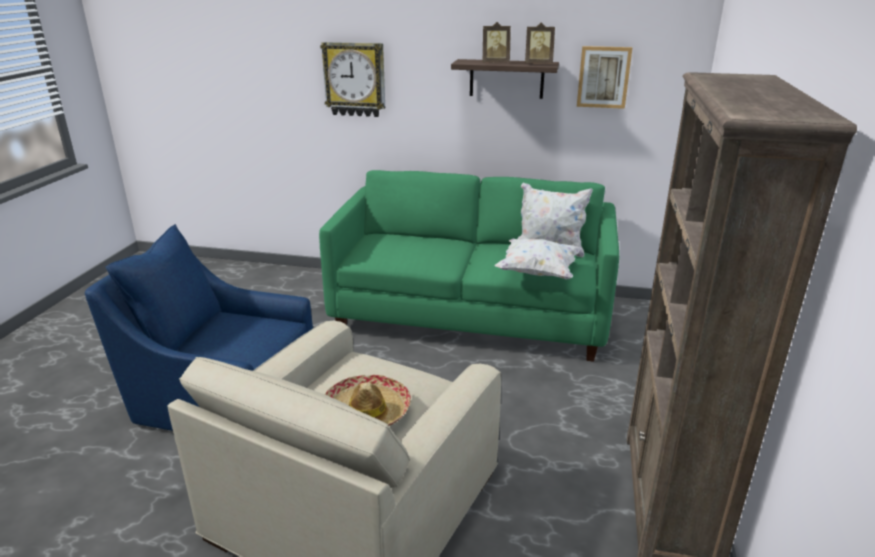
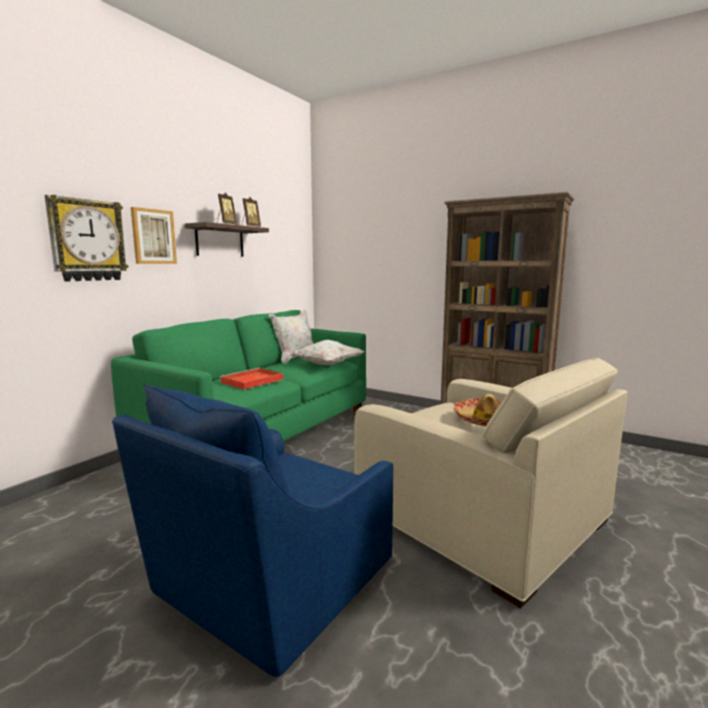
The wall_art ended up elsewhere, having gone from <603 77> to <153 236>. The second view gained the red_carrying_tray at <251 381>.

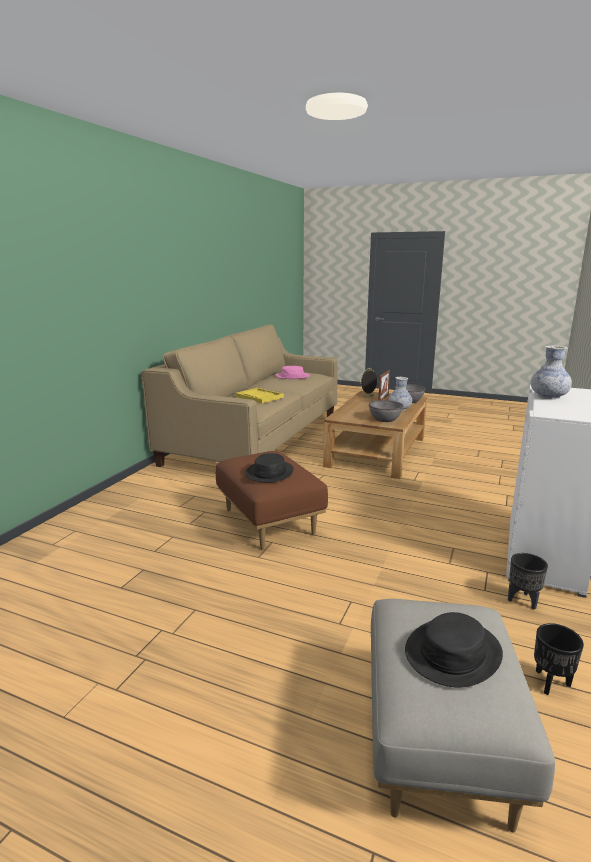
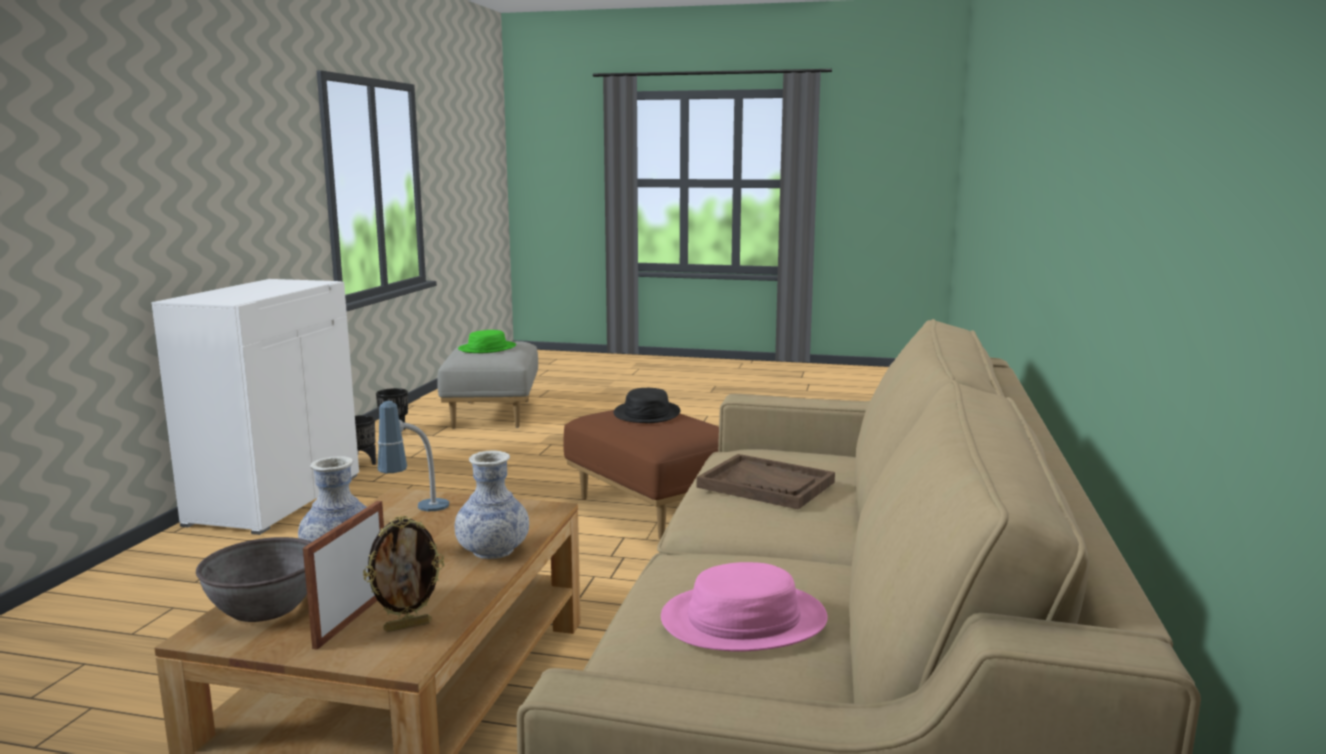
Where the grey_serving_bowl stood at <385 419>, the lamp_for_a_table came to stand at <416 512>. The vase ended up elsewhere, having gone from <548 396> to <493 551>. What was the black-coloured_hat at <452 652> turned into the green_hat at <487 348>. What was the yellow_carrying_tray at <259 397> turned into the brown-coloured_carrying_tray at <766 485>.

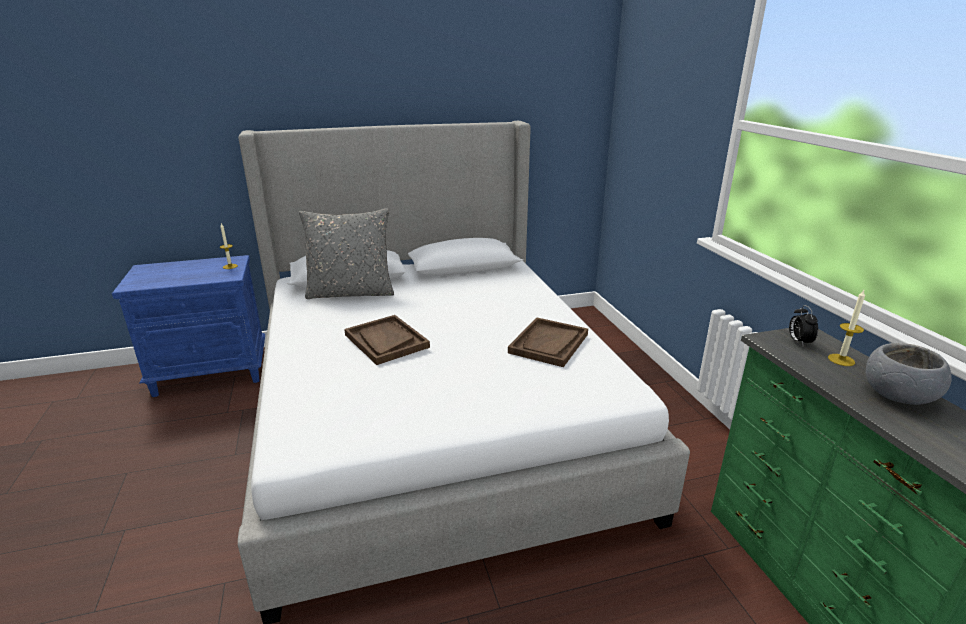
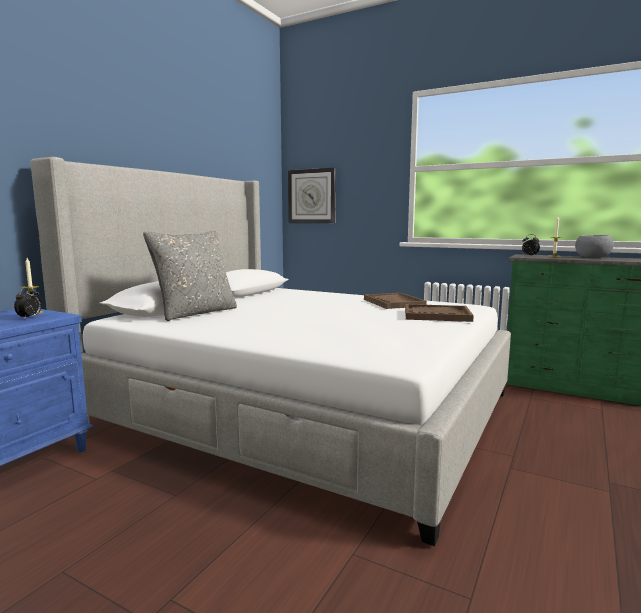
The second view gained the bedside_clock at <30 318>. The second view gained the clock_on_the_wall at <312 196>. The brown-coloured_carrying_tray ended up elsewhere, having gone from <386 341> to <436 315>.

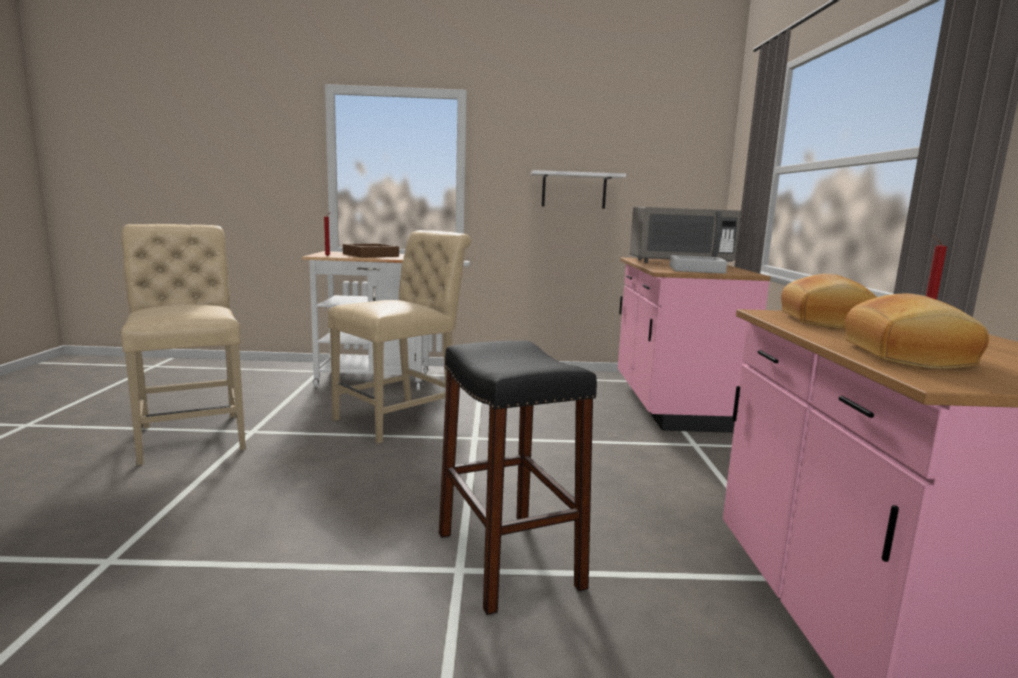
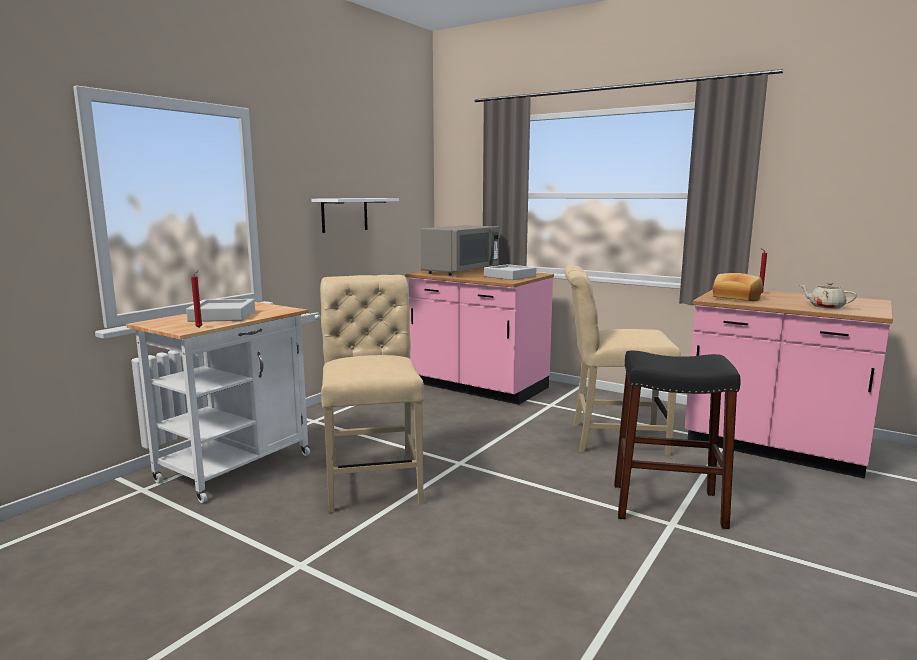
What was the brown-coloured_carrying_tray at <370 255> turned into the grey_carrying_tray at <222 316>. The sand-coloured_chair ended up elsewhere, having gone from <193 434> to <612 438>. Where the bakery_bread stood at <909 356>, the sand-coloured_tea_pot came to stand at <825 307>.

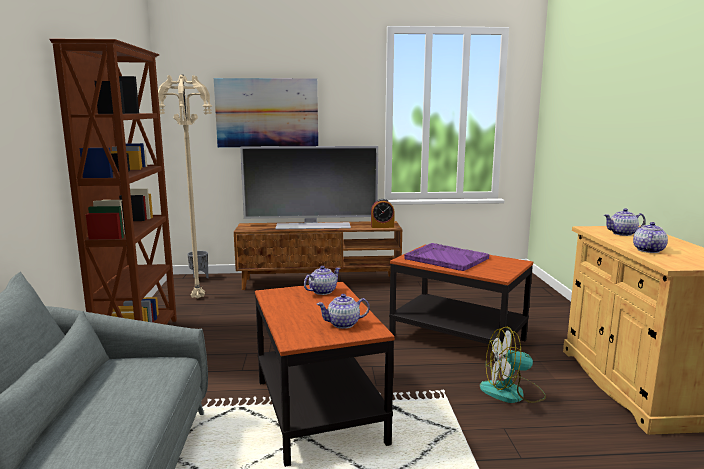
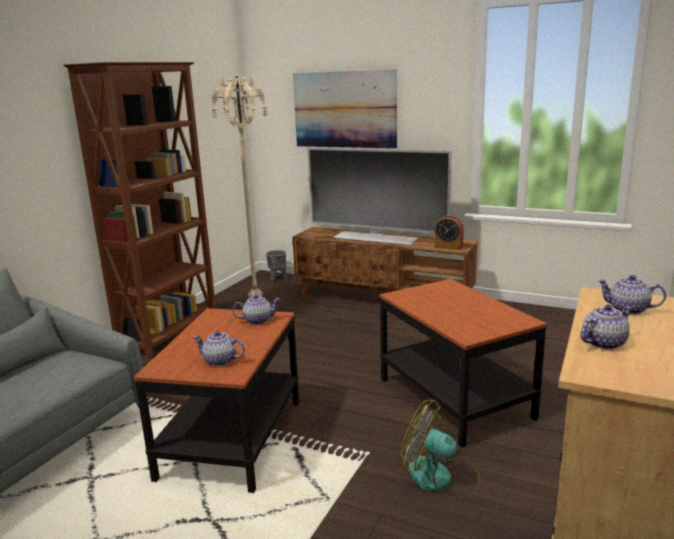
The second view lost the purple_carrying_tray at <445 258>.

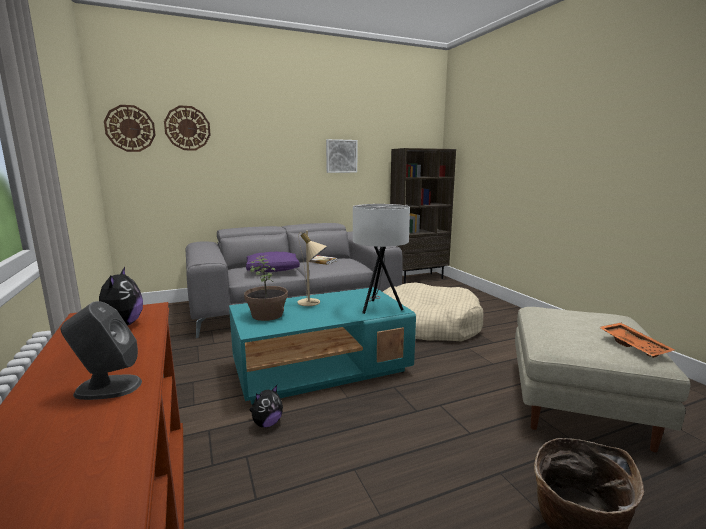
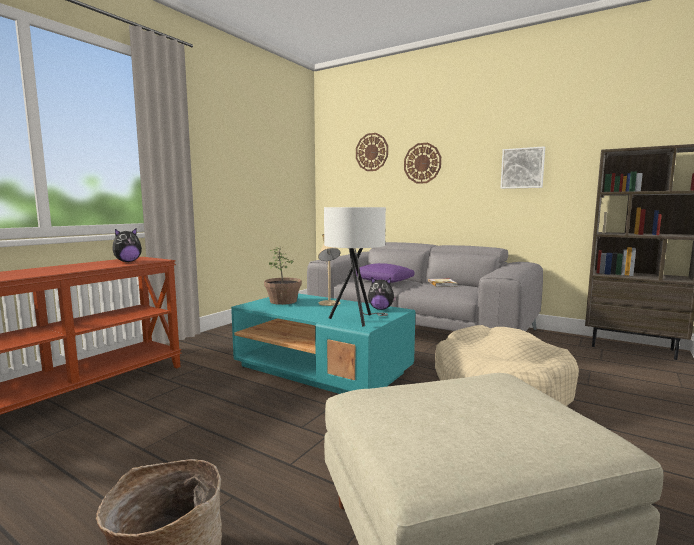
The soft_toy ended up elsewhere, having gone from <267 423> to <381 309>. The clock_on_the_wall ended up elsewhere, having gone from <130 128> to <422 163>. The second view lost the grey_speaker at <107 387>. The second view lost the orangey_carrying_tray at <634 345>.

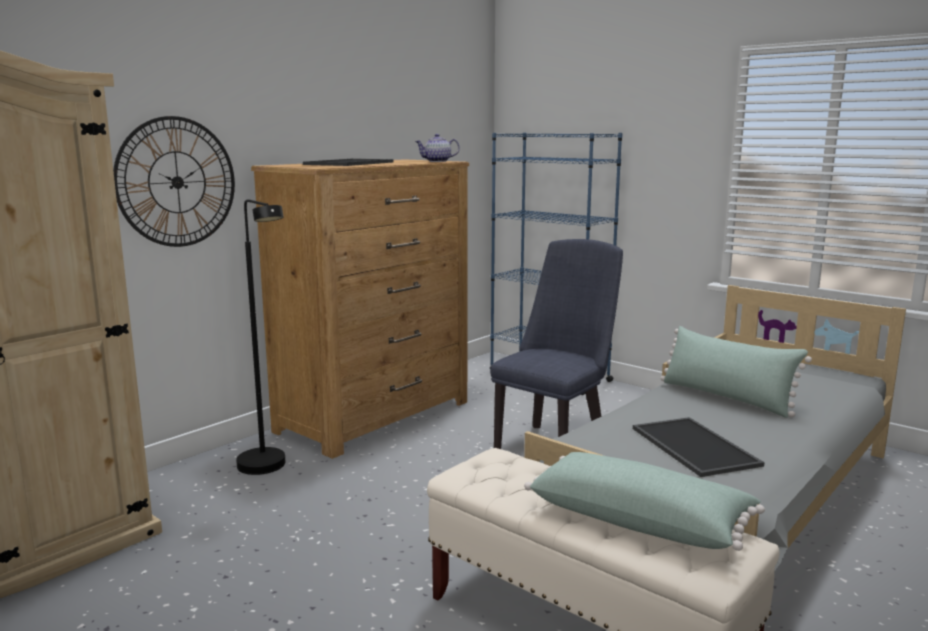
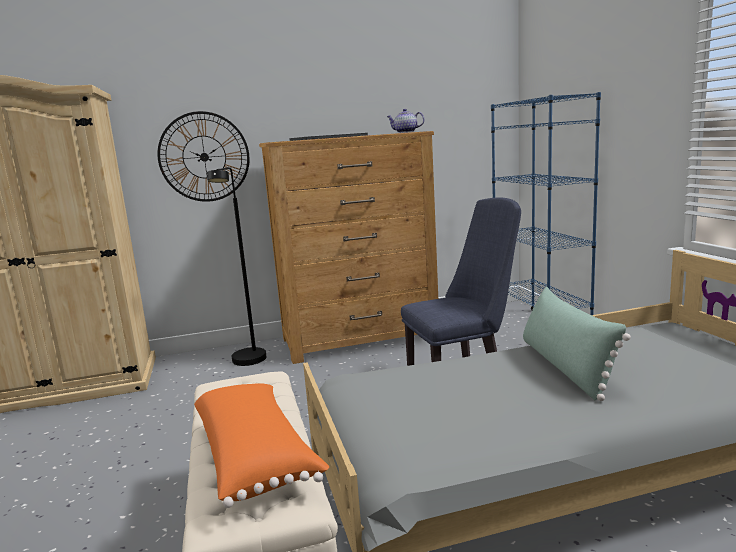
What was the green_cushion at <640 520> turned into the orangey_cushion at <256 457>. The second view lost the carrying_tray at <691 446>.

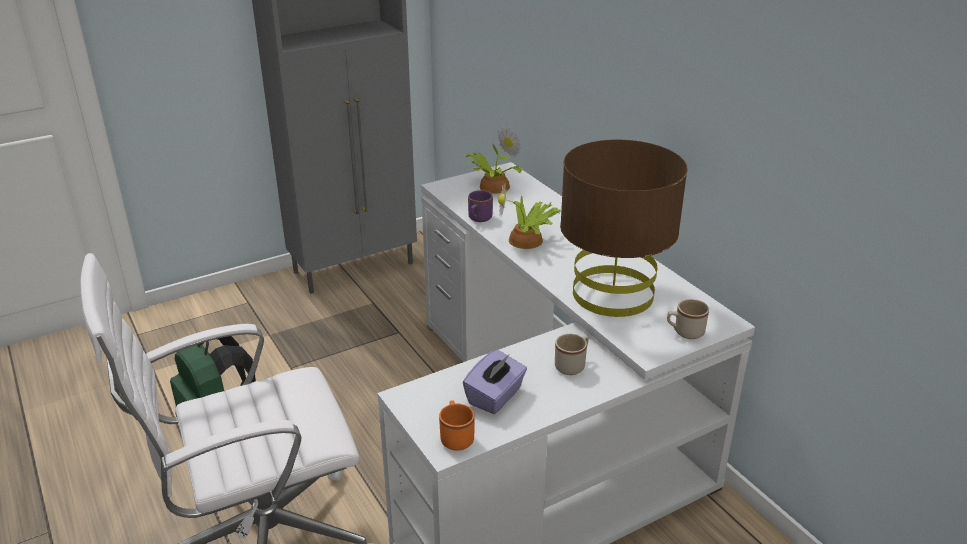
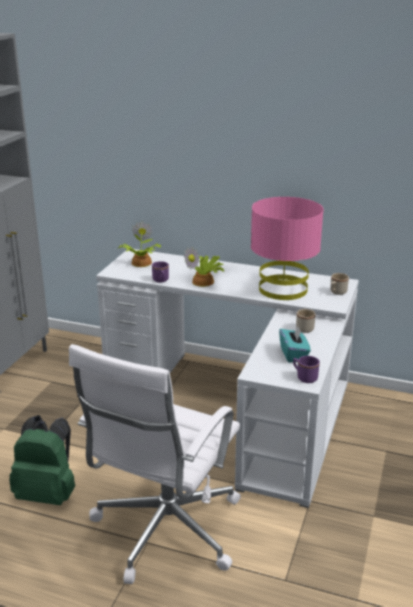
What was the brown-coloured_lamp_for_a_table at <613 294> turned into the pink_lamp_for_a_table at <283 289>. What was the purple_tissue_box at <495 397> turned into the turquoise_tissue_box at <293 354>. What was the orangey_mug at <456 437> turned into the purple_mug at <304 377>.

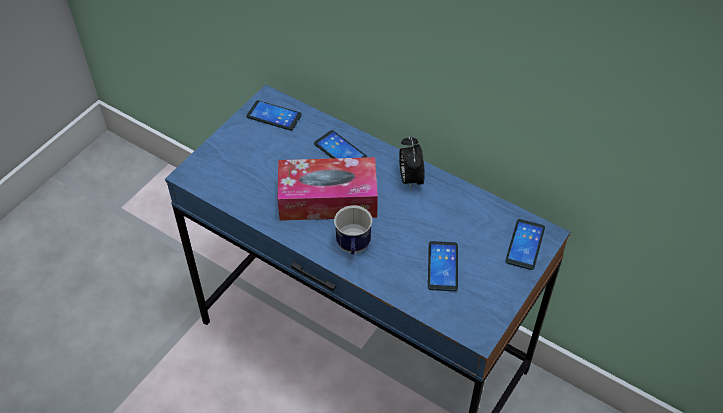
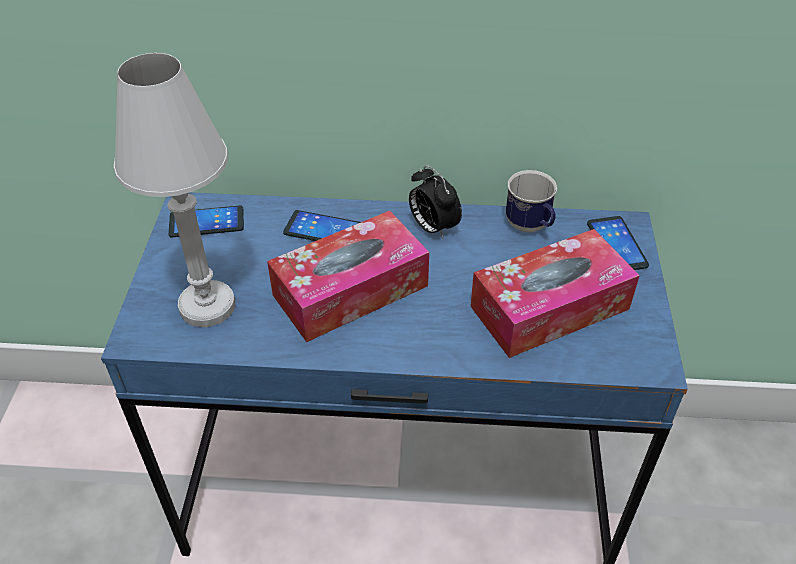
The second view gained the white_lamp_for_a_table at <207 306>. Where the phone stood at <442 266>, the tissue_box came to stand at <549 307>. The mug ended up elsewhere, having gone from <353 248> to <530 227>.

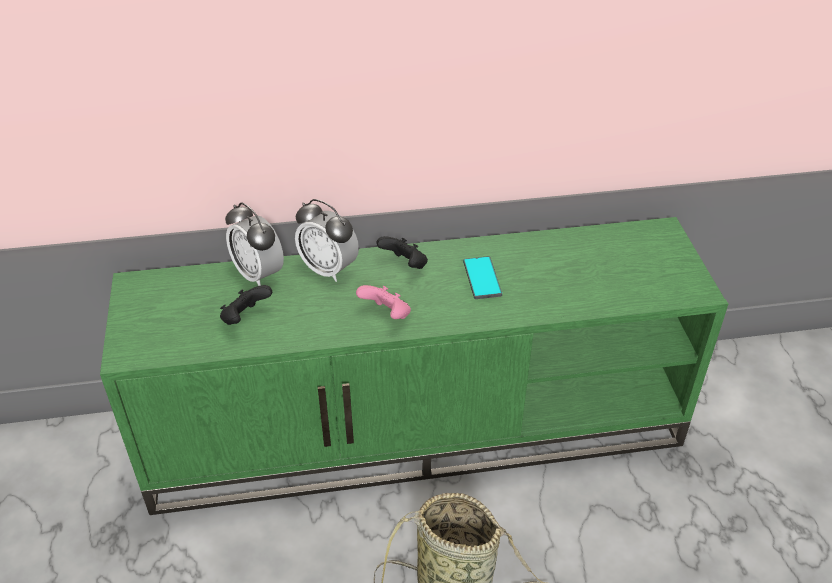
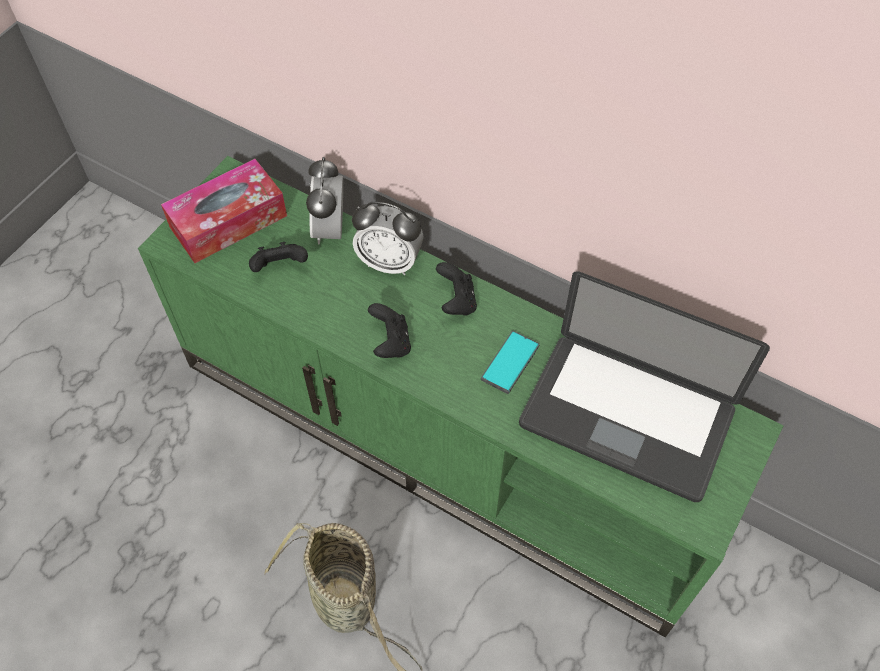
The second view gained the tissue_box at <228 221>. The bedside_clock at <329 269> ended up facing another way, 60 degrees counterclockwise from before. What was the pink_gamepad at <386 315> turned into the black-coloured_gamepad at <390 343>. The second view gained the portable_computer at <626 417>.

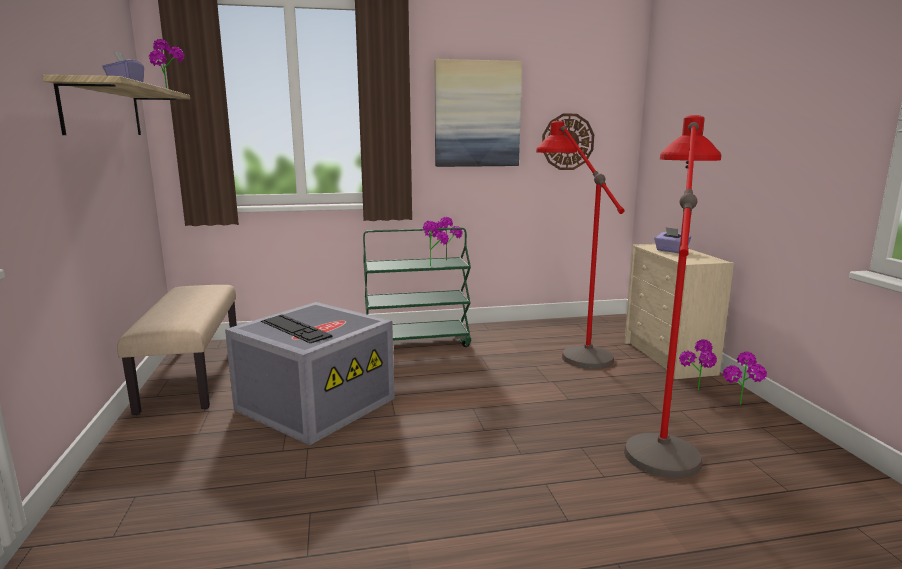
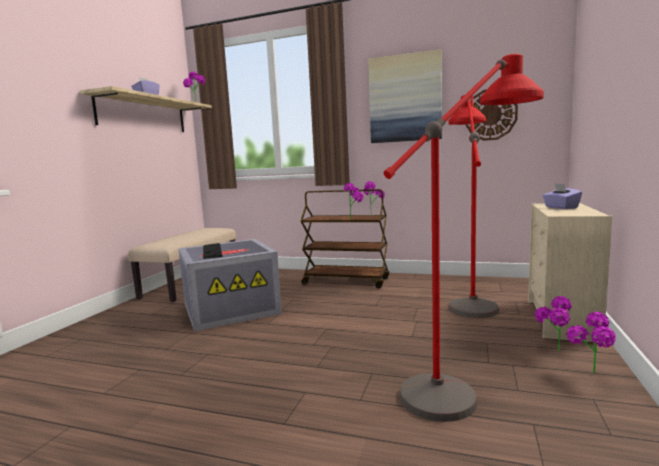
What was the green_trolley at <417 342> turned into the brown-coloured_trolley at <346 281>.

